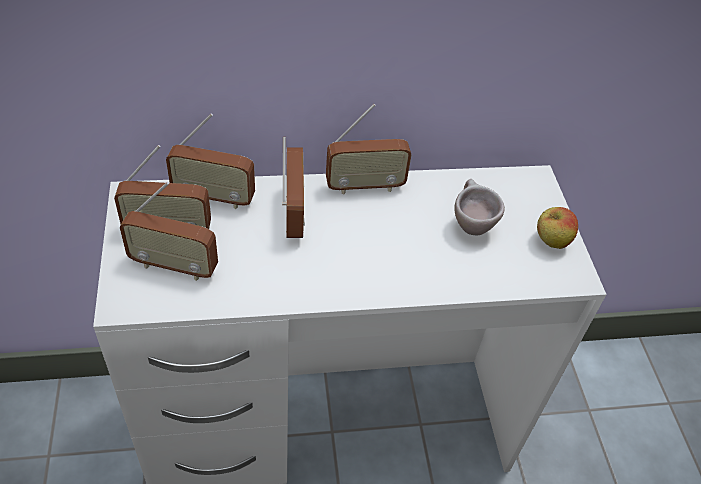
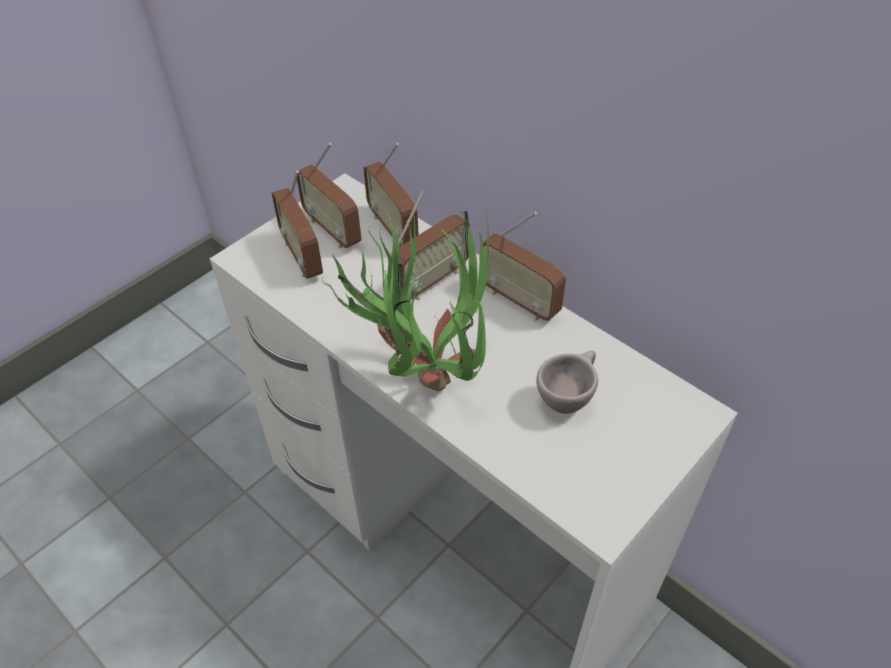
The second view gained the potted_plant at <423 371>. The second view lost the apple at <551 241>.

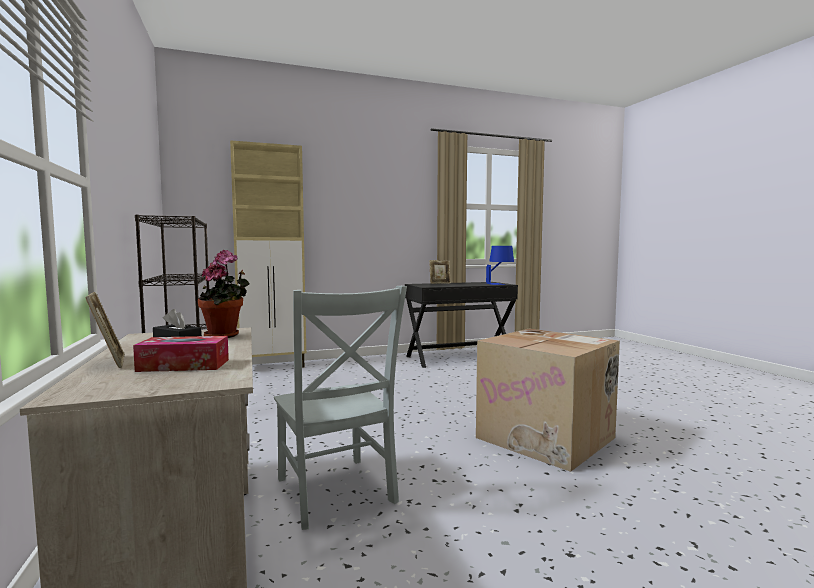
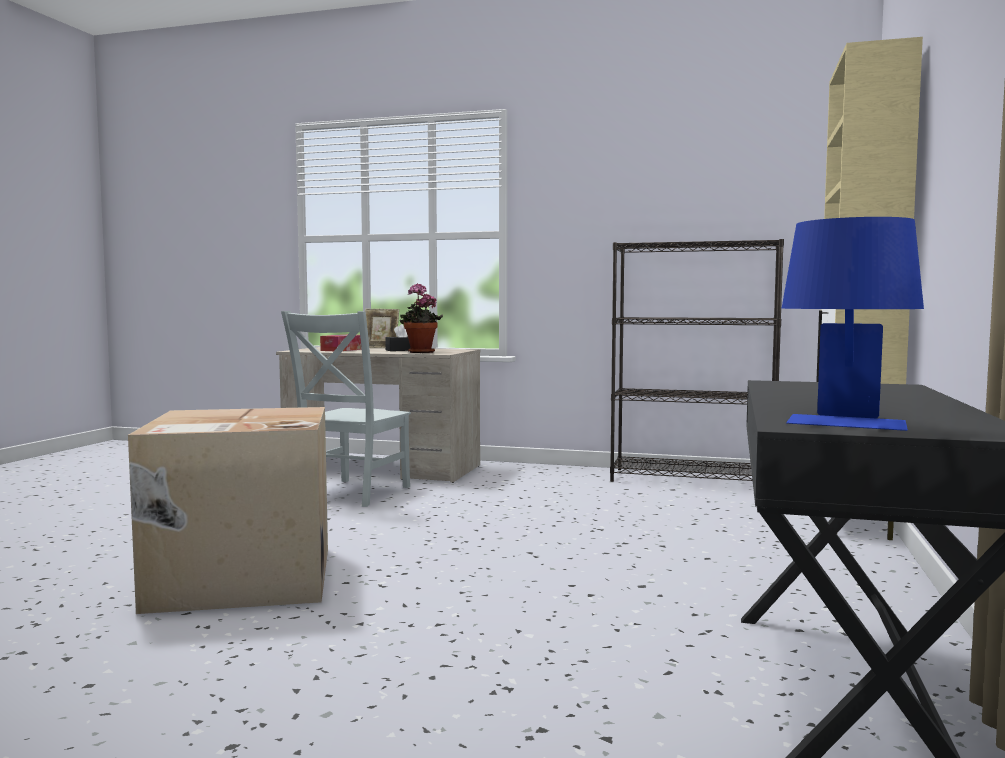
The grey_chair at <336 493> ended up facing another way, 75 degrees counterclockwise from before. The second view lost the photo_frame at <439 283>.

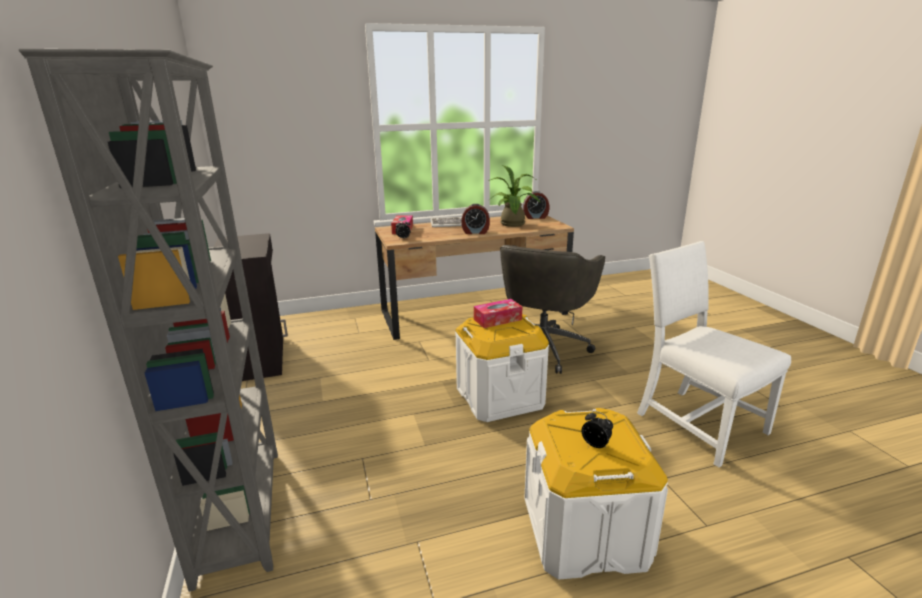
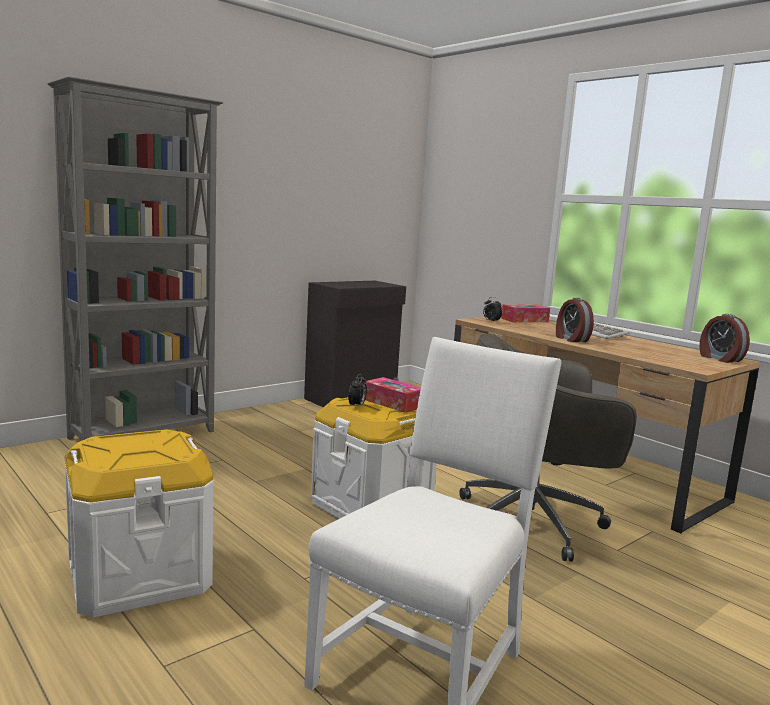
The bedside_clock ended up elsewhere, having gone from <596 444> to <357 406>. The second view lost the potted_plant at <513 225>.

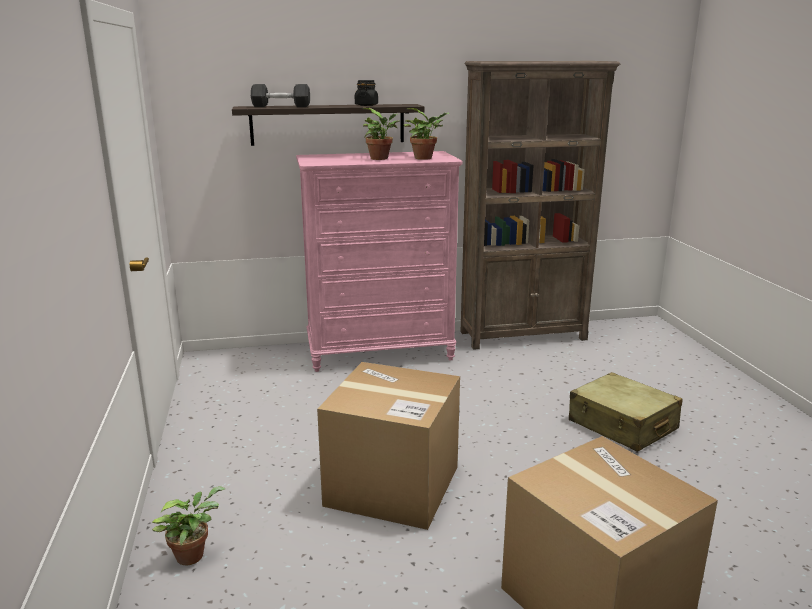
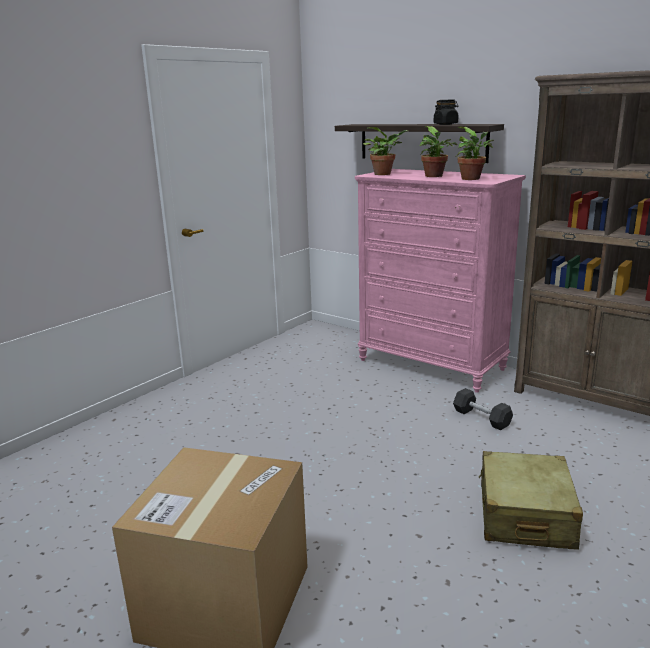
The potted_plant ended up elsewhere, having gone from <193 554> to <385 174>. The grey_dumbbell ended up elsewhere, having gone from <281 106> to <481 418>. The second view lost the cardboard_box at <392 486>.

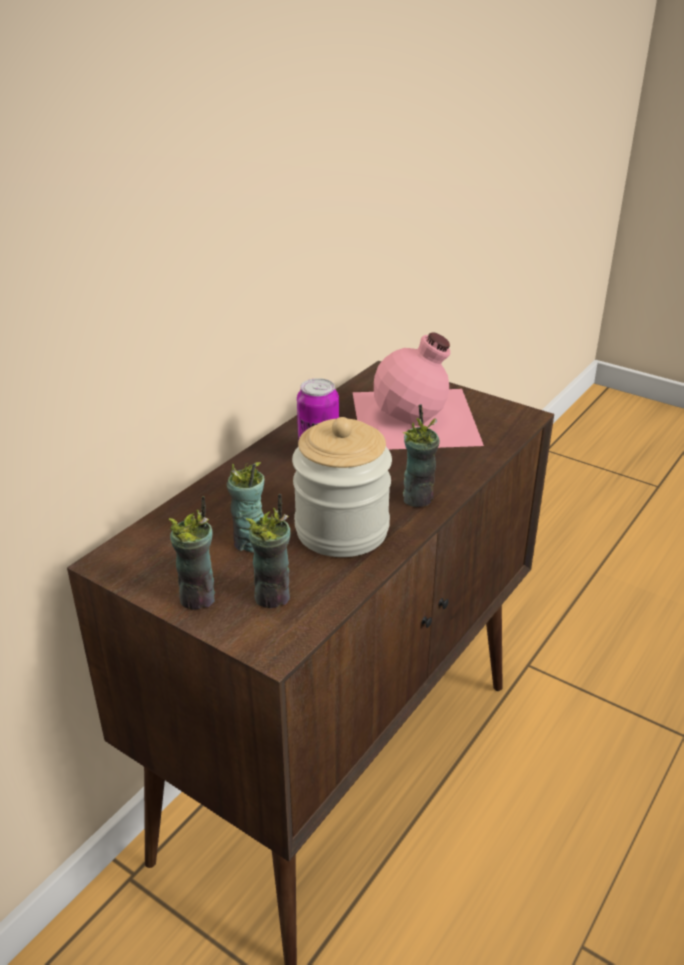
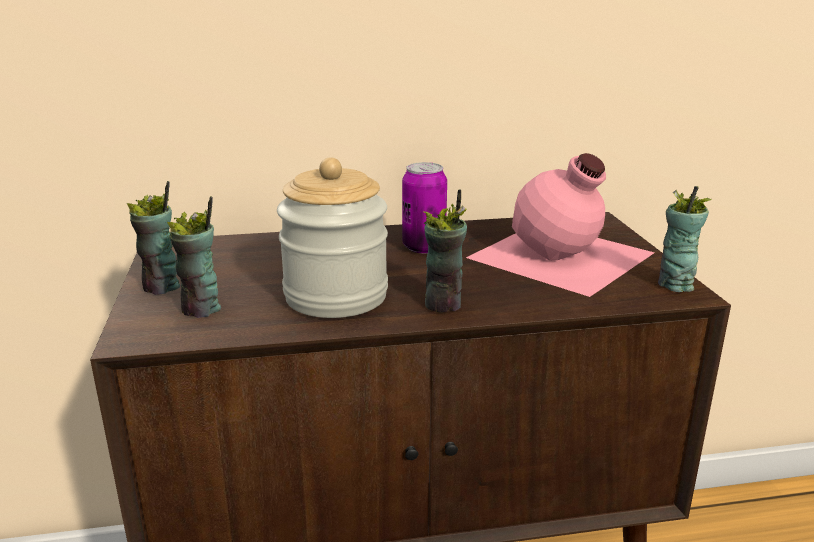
The drinking_cup ended up elsewhere, having gone from <249 542> to <675 284>.

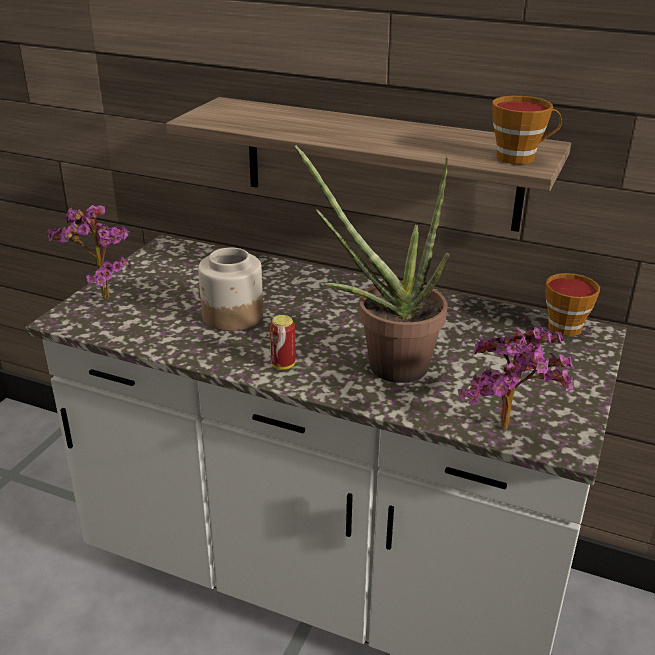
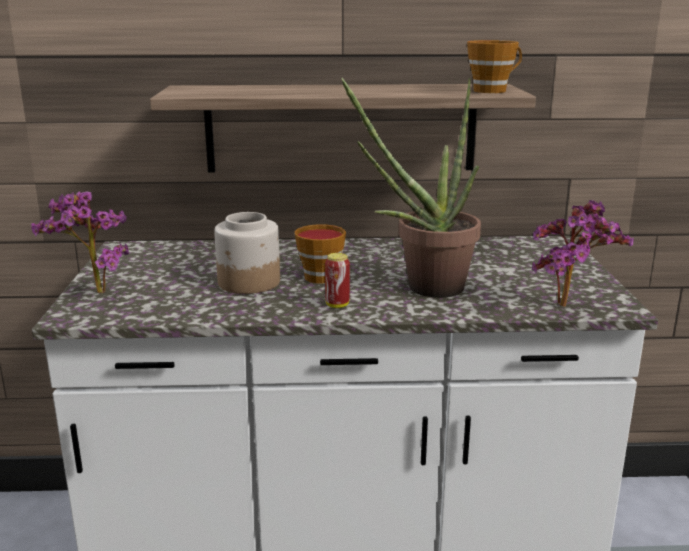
The drinking_cup ended up elsewhere, having gone from <563 325> to <318 276>.

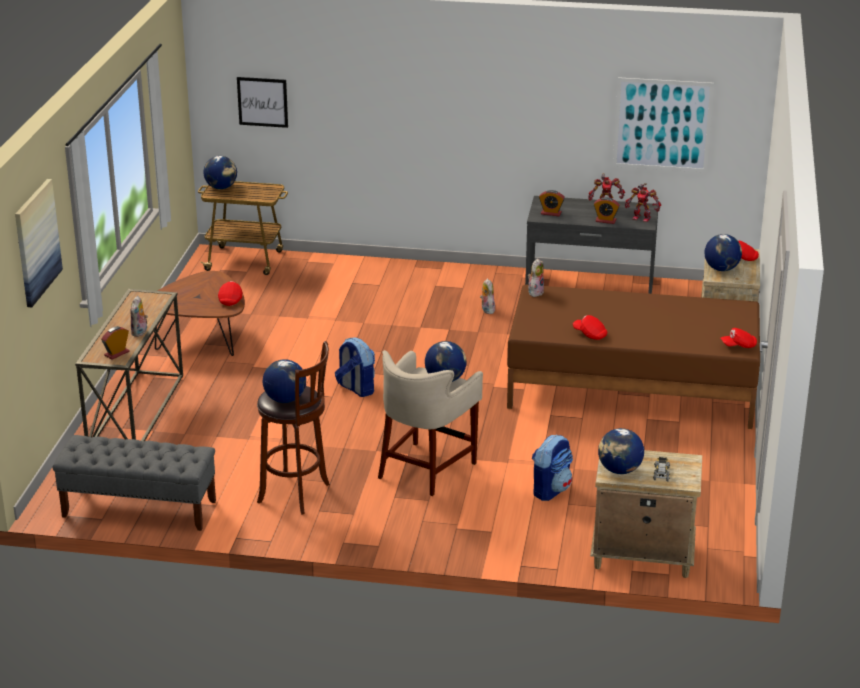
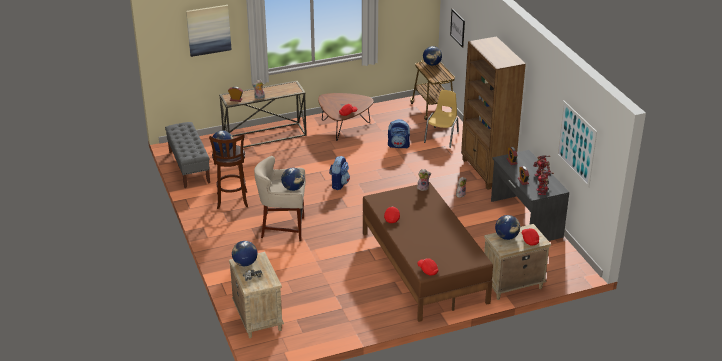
The knapsack ended up elsewhere, having gone from <550 490> to <399 145>. The second view gained the yellow_chair at <442 137>. The second view gained the brown-coloured_shelving_unit at <487 172>.

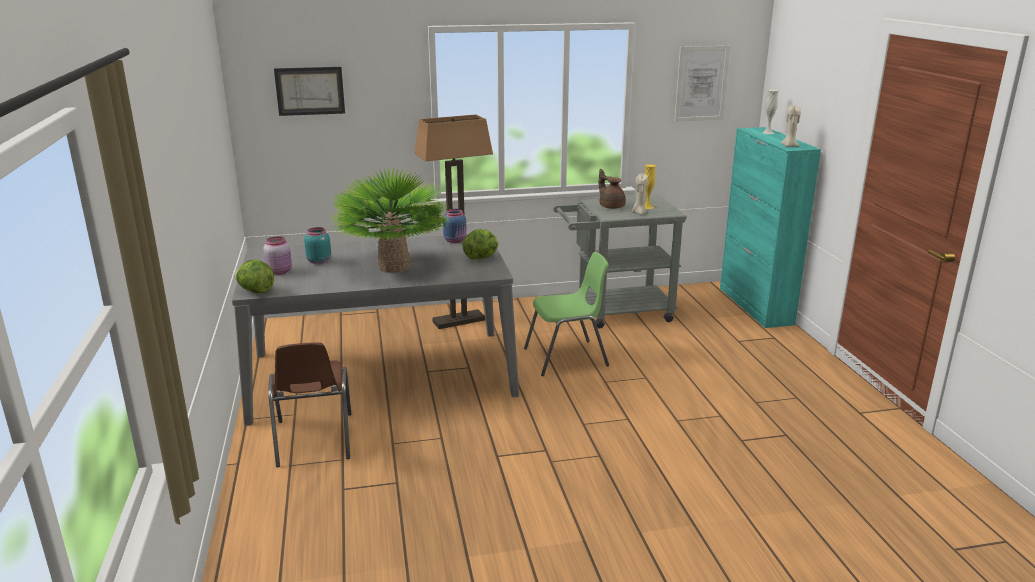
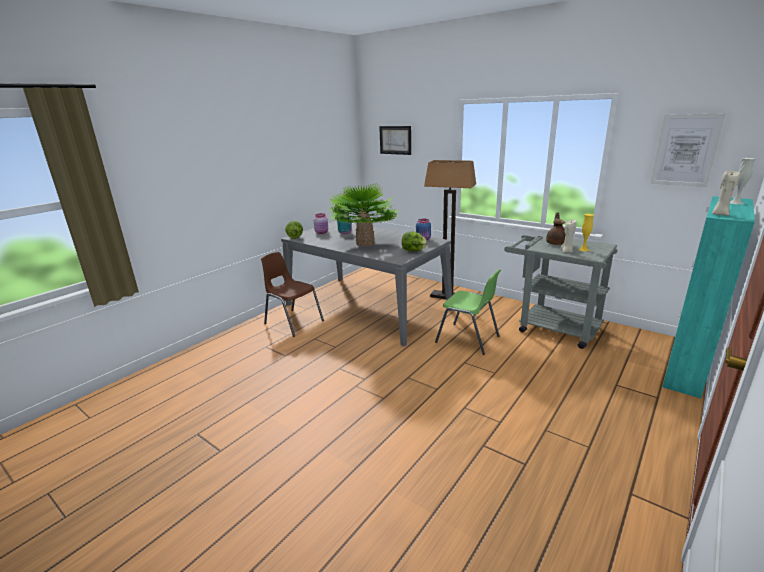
The brown-coloured_chair at <313 440> ended up facing another way, 90 degrees clockwise from before.

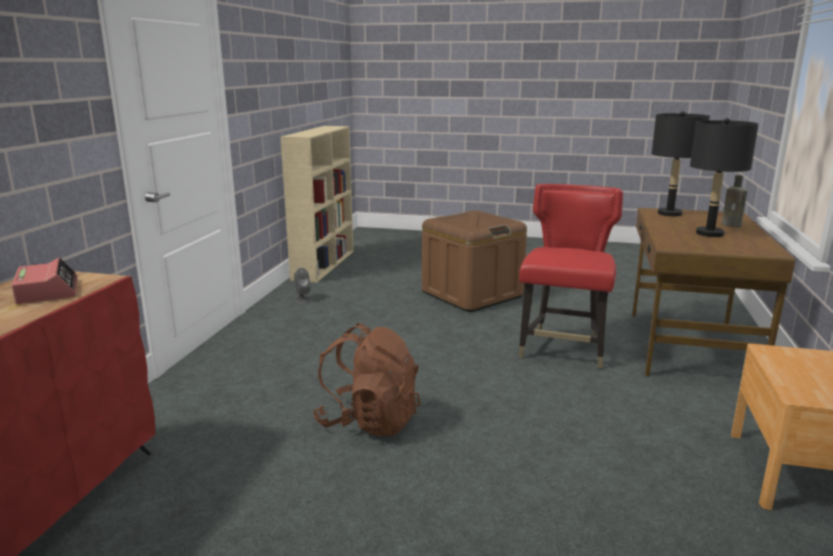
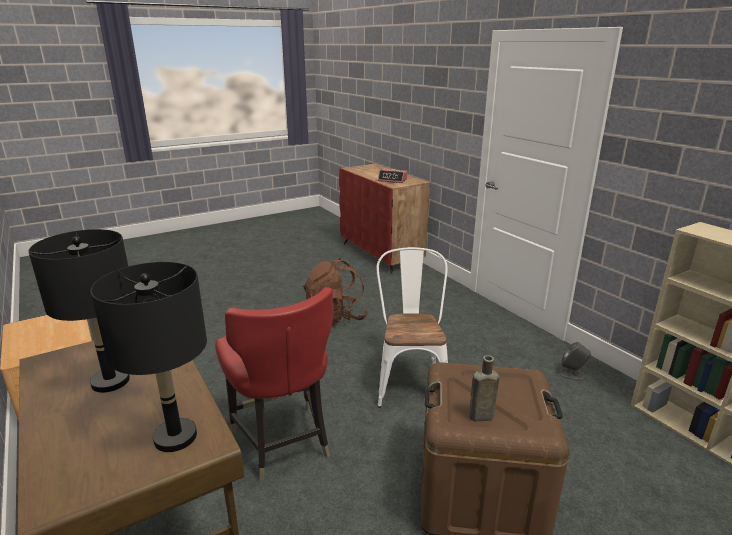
The second view gained the white_chair at <410 380>. The brown-coloured_bottle ended up elsewhere, having gone from <732 225> to <479 416>.

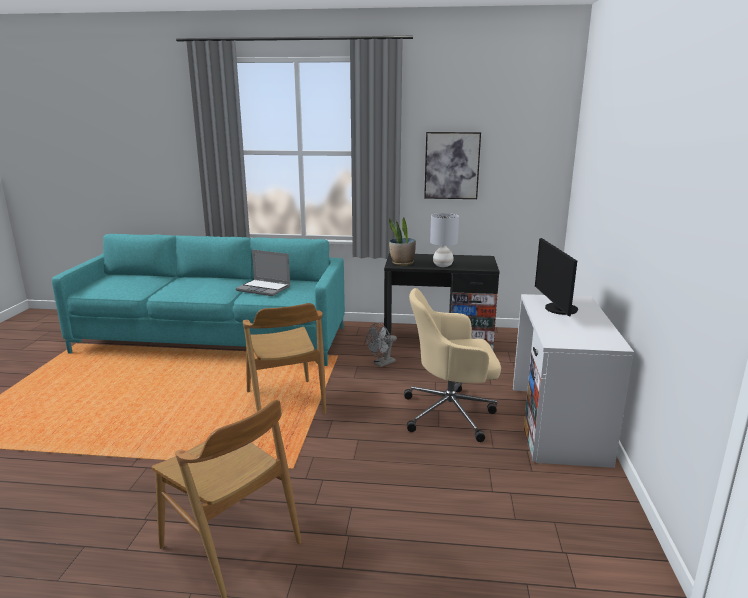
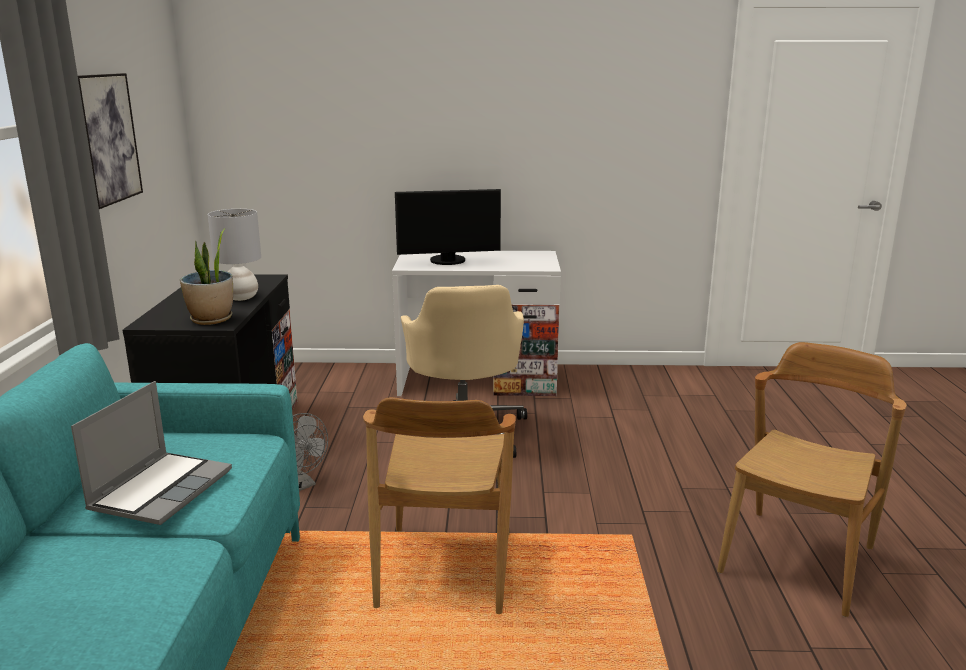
The brown-coloured_chair at <285 402> ended up facing another way, 120 degrees clockwise from before.

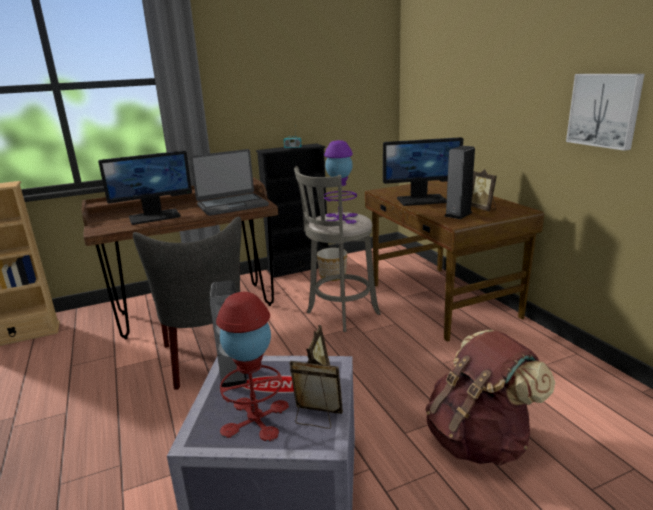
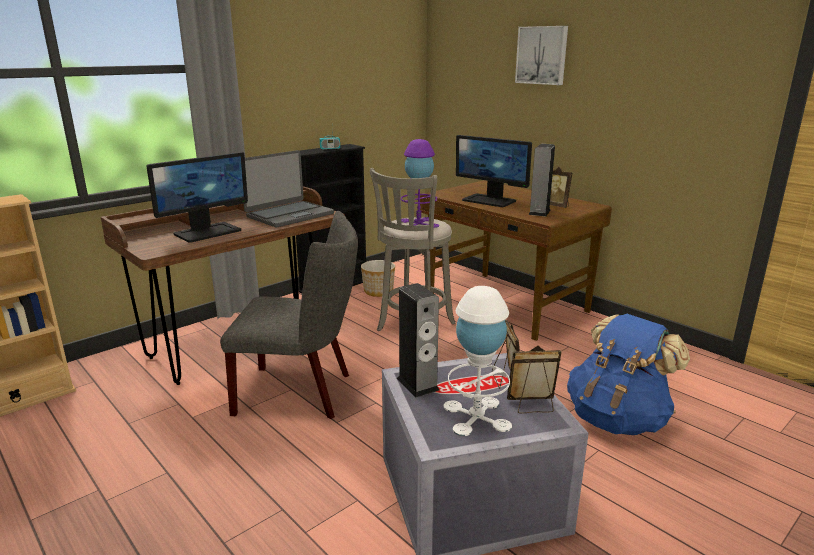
The grey_chair at <207 361> ended up facing another way, 45 degrees counterclockwise from before. What was the red_lamp_for_a_table at <255 418> turned into the white_lamp_for_a_table at <476 416>. The computer_screen at <421 200> ended up facing another way, 60 degrees clockwise from before. The wall_art ended up elsewhere, having gone from <605 110> to <542 55>. What was the brown-coloured_knapsack at <479 440> turned into the bluish_knapsack at <617 419>.

